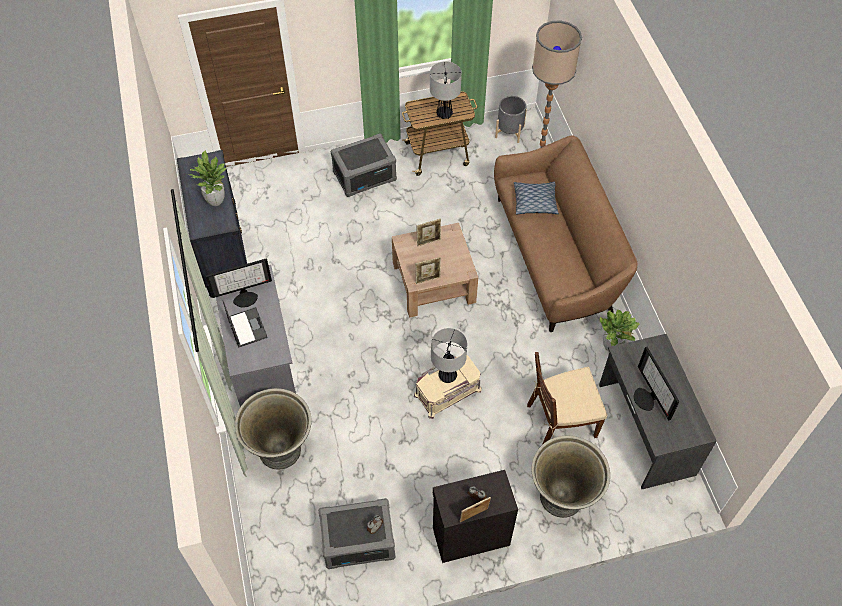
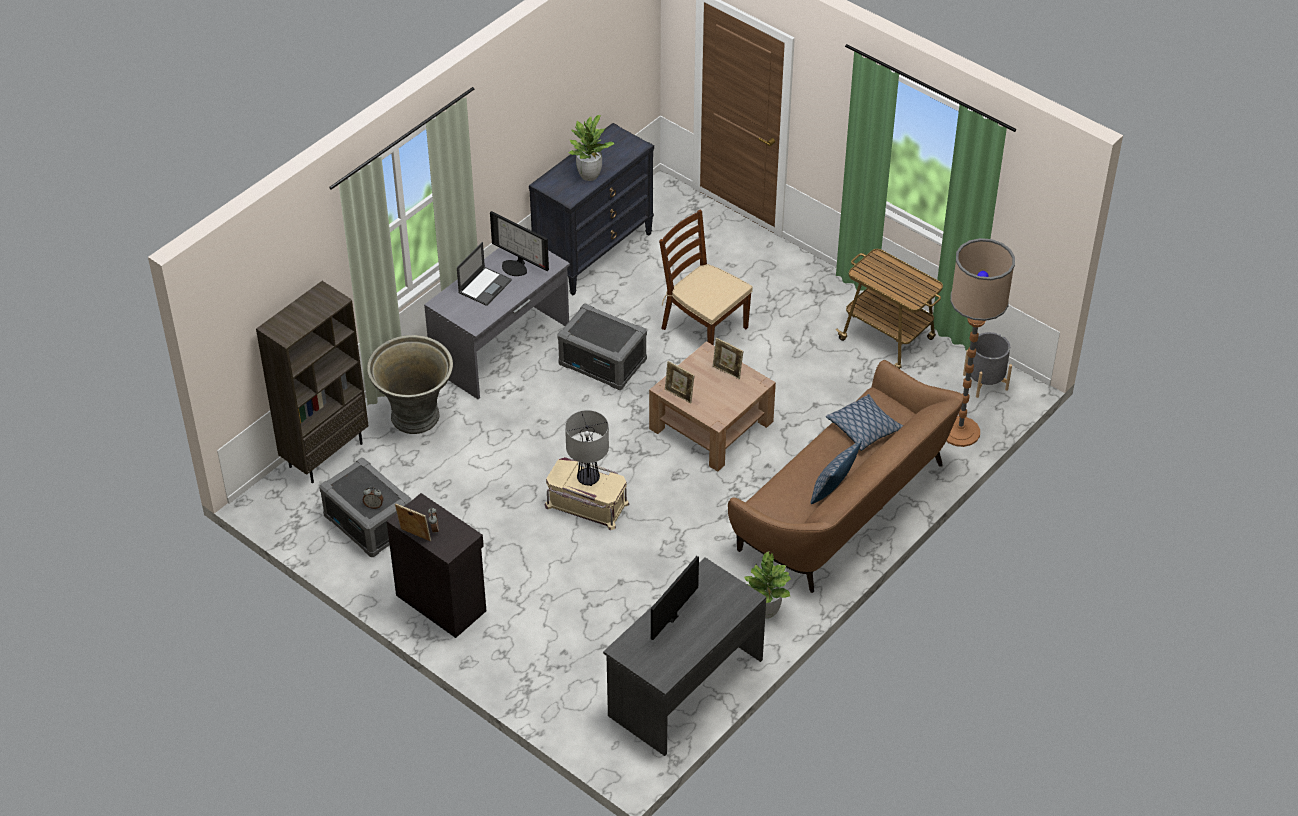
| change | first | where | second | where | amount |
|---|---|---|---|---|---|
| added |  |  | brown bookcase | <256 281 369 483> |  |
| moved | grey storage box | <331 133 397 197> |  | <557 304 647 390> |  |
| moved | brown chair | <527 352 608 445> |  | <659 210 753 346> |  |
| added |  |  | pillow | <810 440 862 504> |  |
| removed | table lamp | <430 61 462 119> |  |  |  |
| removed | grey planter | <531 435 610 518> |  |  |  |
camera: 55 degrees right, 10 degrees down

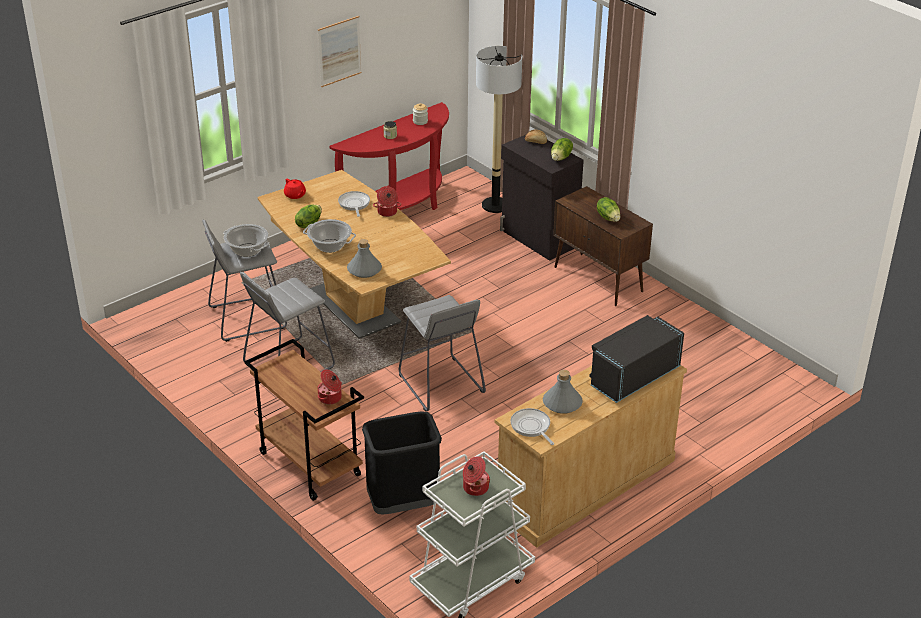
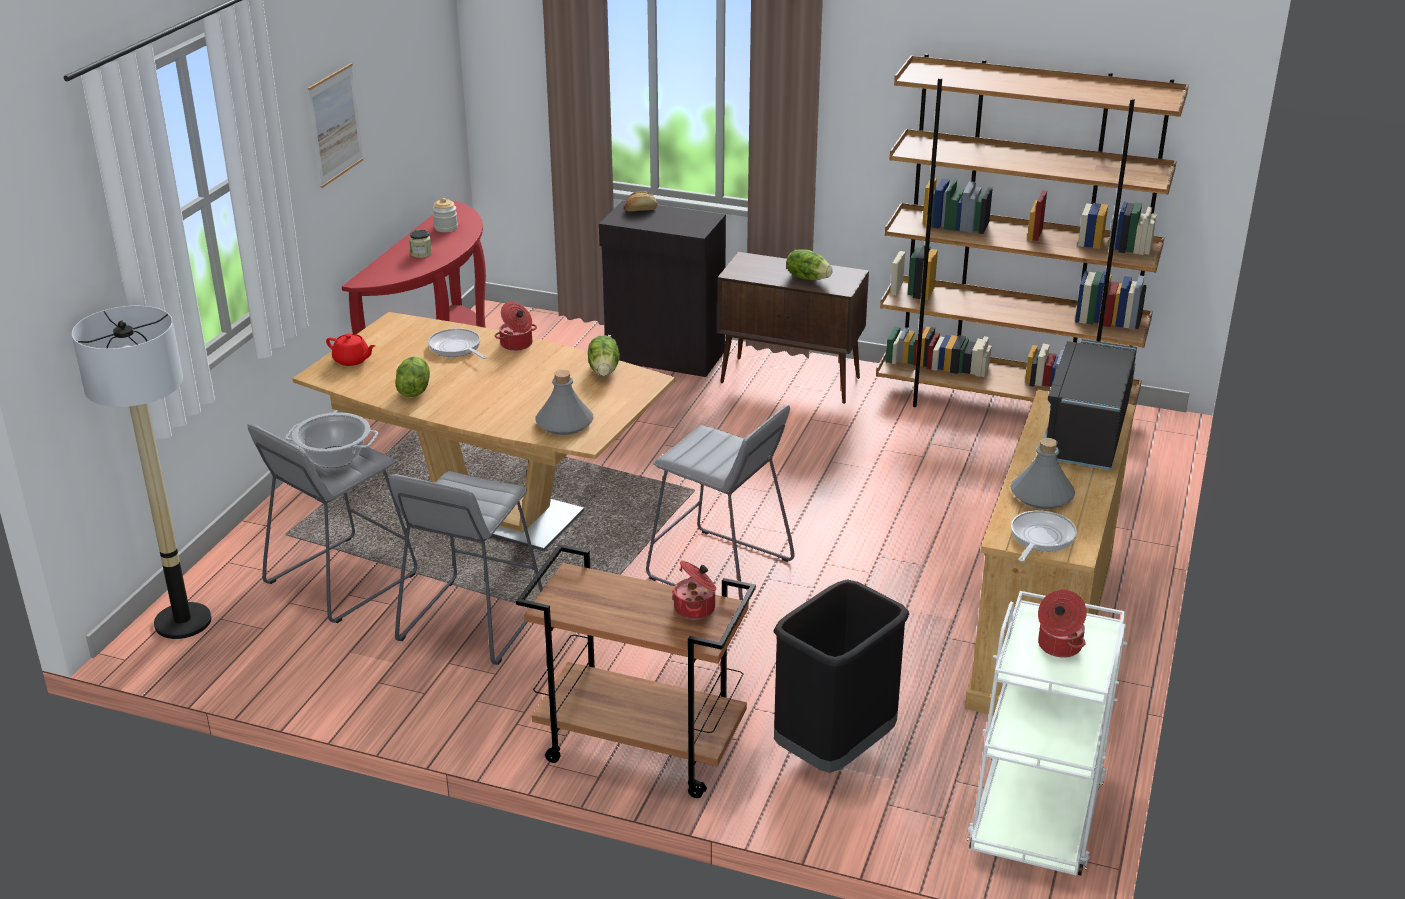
| change | first | where | second | where | amount |
|---|---|---|---|---|---|
| moved | floor lamp | <476 46 522 213> |  | <72 306 212 639> |  |
| moved | lettuce | <551 138 573 161> |  | <588 335 620 376> |  |
| added |  |  | brown bookcase | <876 54 1189 408> |  |
| turned | frying pan | <510 408 554 445> |  | <1011 511 1077 562> | 90 degrees clockwise |
| removed | cooking pot | <303 219 356 253> |  |  |  |
camera: 30 degrees left, 5 degrees down

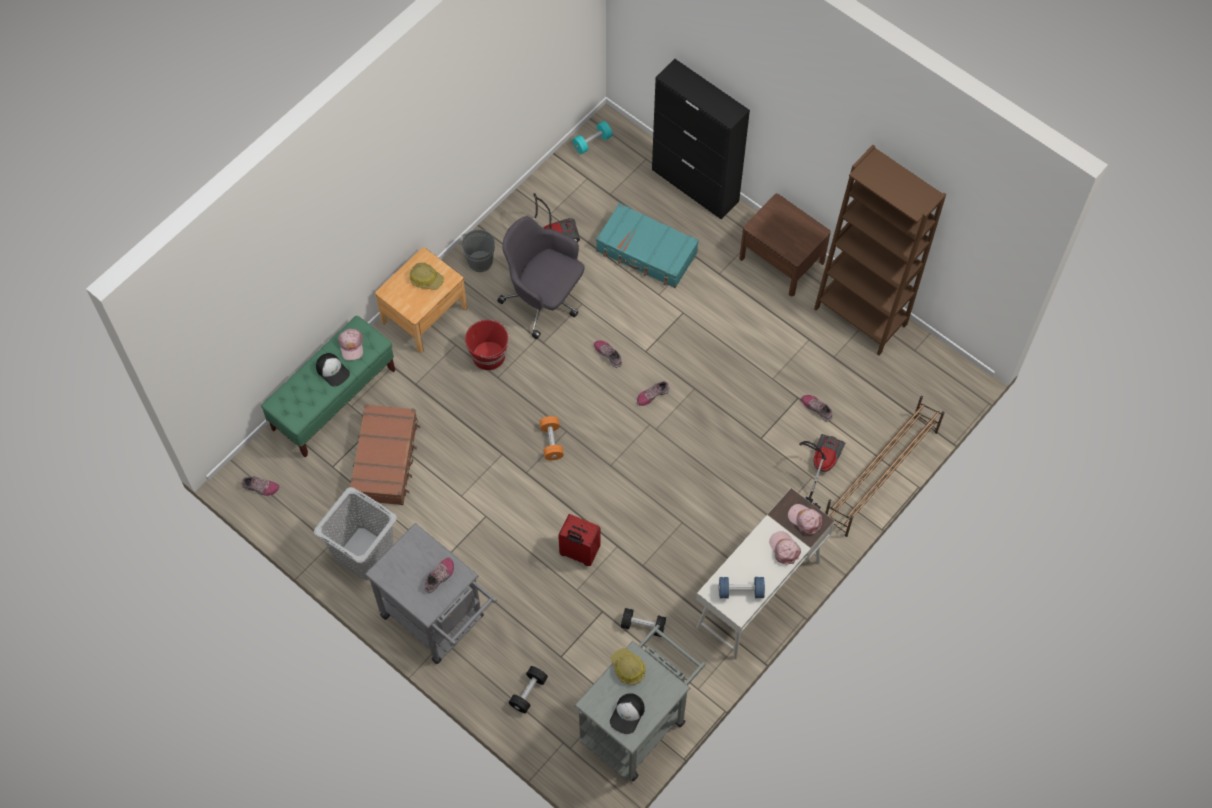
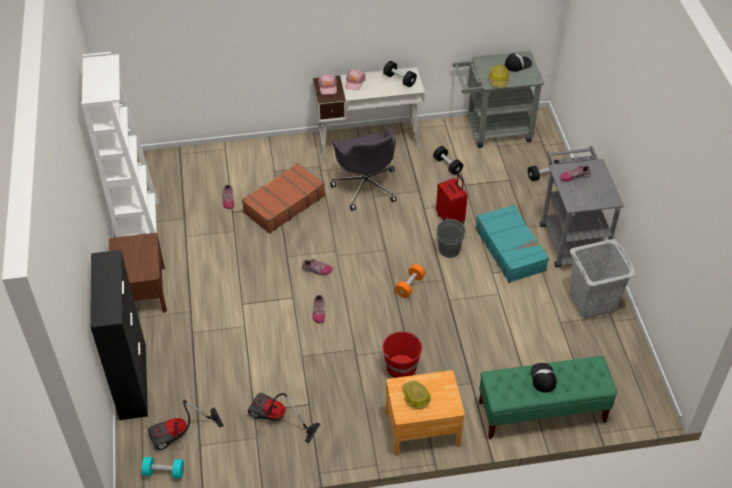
| change | first | where | second | where | amount |
|---|---|---|---|---|---|
| recoloured | brown bookcase | <814 145 946 356> | white bookcase | <81 52 159 237> |  |
| moved | vacuum cleaner | <799 434 845 509> |  | <148 400 224 450> |  |
| moved | brown suitcase | <350 404 420 505> |  | <242 163 325 234> |  |
| moved | grey office chair | <497 216 584 339> |  | <330 128 397 211> |  |
| recoloured | blue dumbbell | <718 577 765 598> | black dumbbell | <383 61 417 87> |  |
| moved | grey bucket | <461 229 495 272> |  | <437 218 466 258> |  |
| moved | turquoise suitcase | <596 203 699 288> |  | <475 205 549 283> |  |
| removed | shoe | <242 476 279 496> |  |  |  |
| removed | pink cap | <338 329 363 360> |  |  |  |
| removed | brown shoe rack | <825 396 945 537> |  |  |  |
camera: 140 degrees left, 15 degrees down

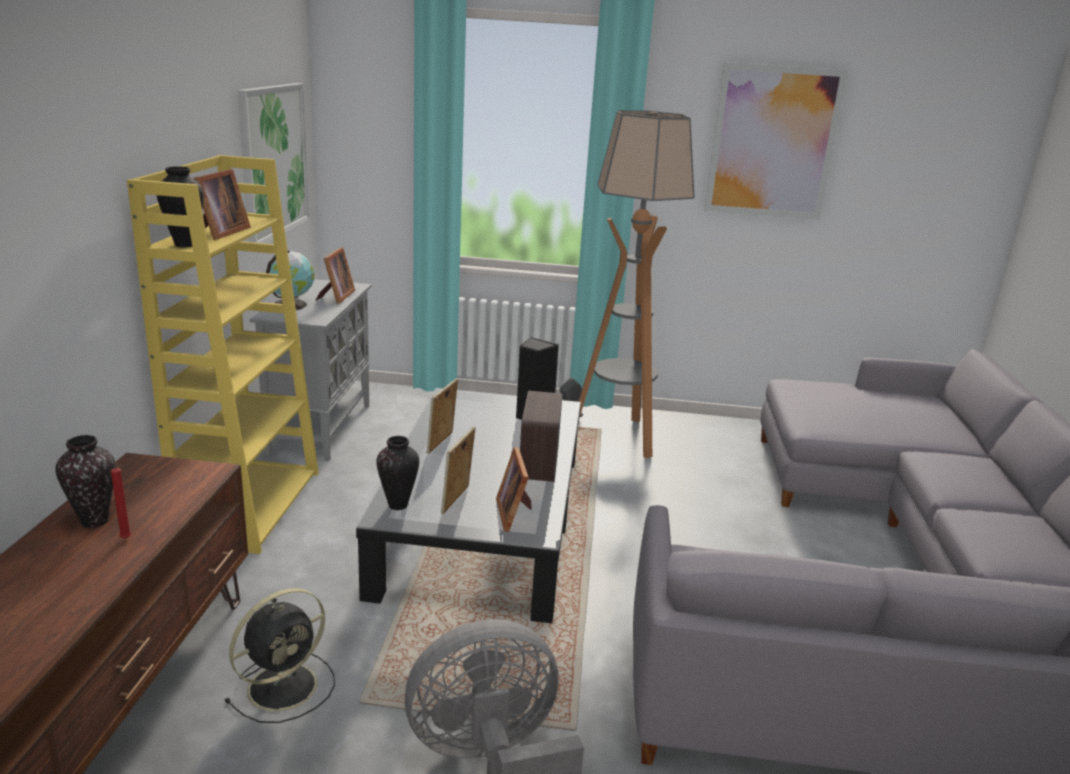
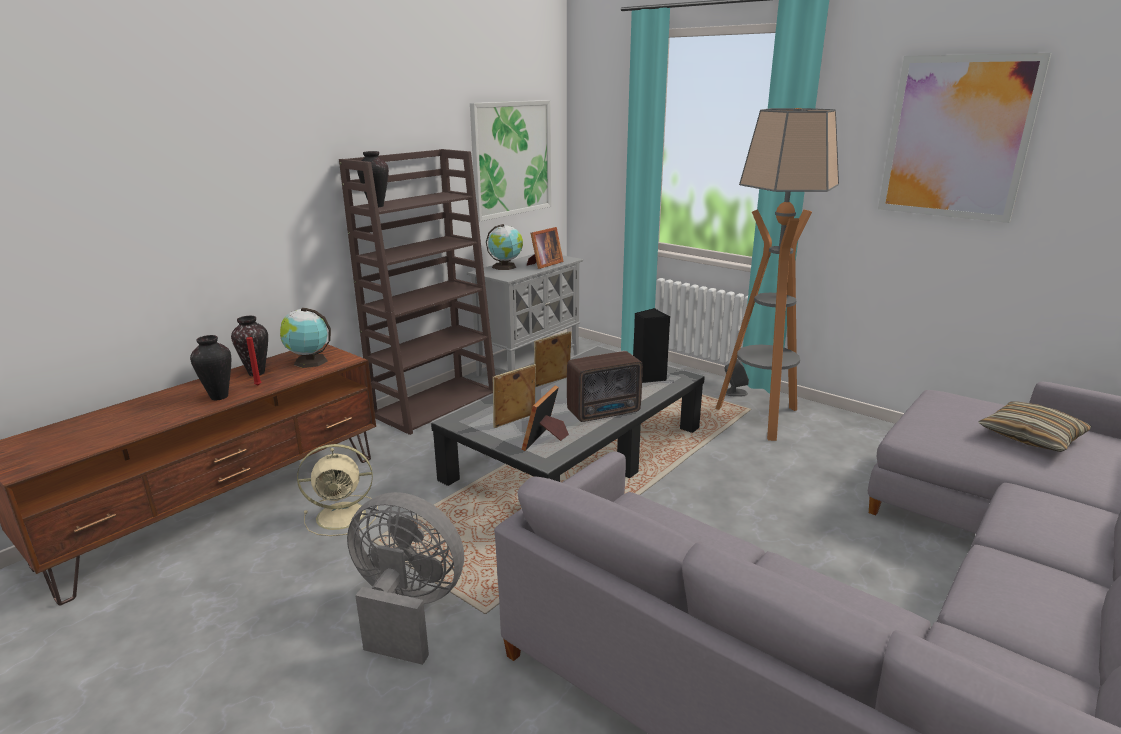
| change | first | where | second | where | amount |
|---|---|---|---|---|---|
| moved | vase | <376 436 419 510> |  | <190 335 231 400> |  |
| added |  |  | globe | <280 308 331 368> |  |
| recoloured | black fan | <224 588 335 723> | beige fan | <297 444 378 536> |  |
| recoloured | yellow bookcase | <127 155 319 554> | brown bookcase | <339 149 495 435> |  |
| turned | radio | <520 391 562 482> |  | <567 351 643 422> | 150 degrees counterclockwise |
| added |  |  | pillow | <978 402 1091 452> |  |
| removed | picture frame | <194 169 251 240> |  |  |  |
camera: 35 degrees right, 0 degrees up

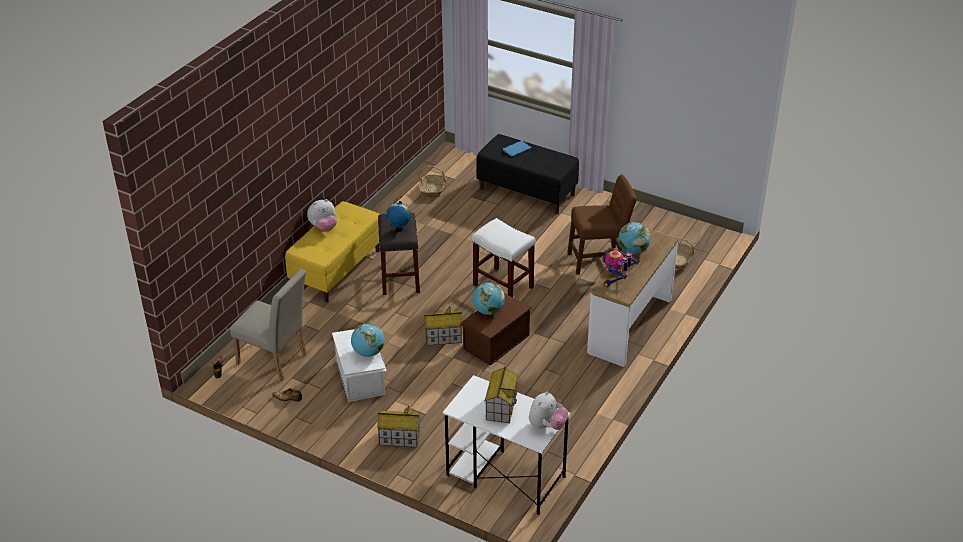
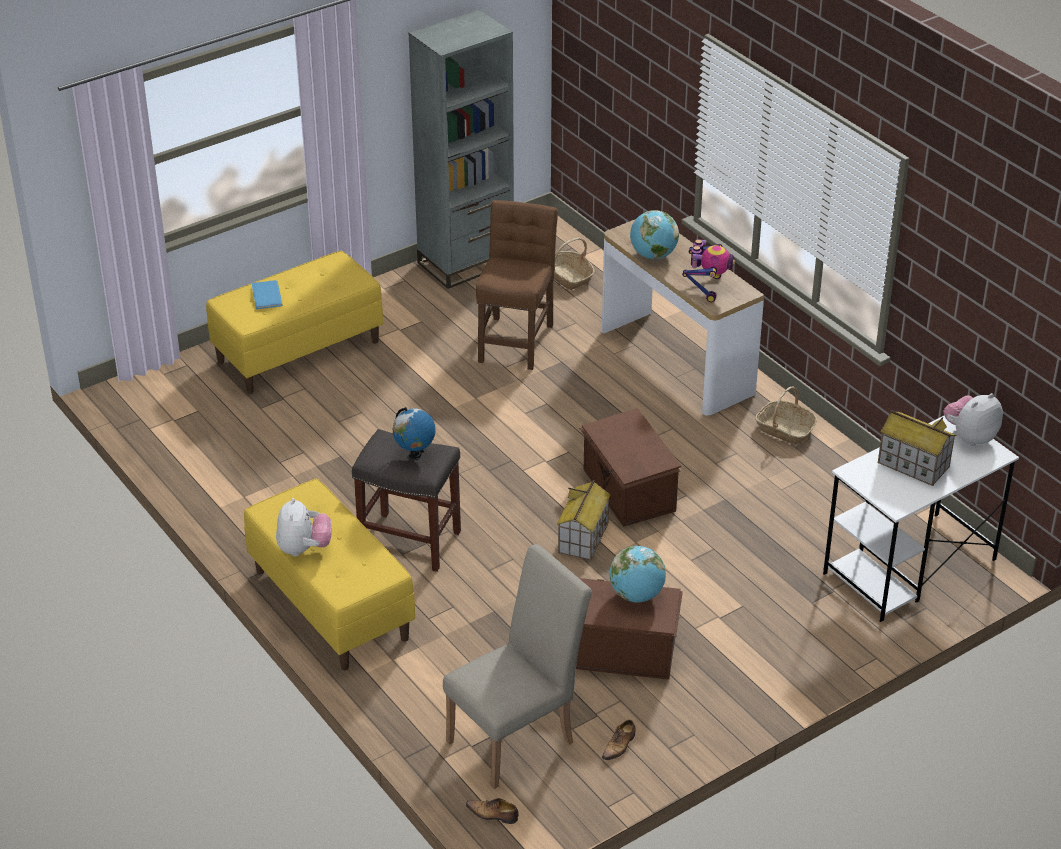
| change | first | where | second | where | amount |
|---|---|---|---|---|---|
| recoloured | black bench | <476 134 579 214> | yellow bench | <206 251 383 394> |  |
| added |  |  | grey bookcase | <408 9 514 289> |  |
| recoloured | white storage box | <332 329 387 402> | brown storage box | <576 578 683 680> |  |
| turned | toy robot | <602 250 639 287> |  | <682 239 735 302> | 135 degrees counterclockwise |
| moved | basket | <419 166 446 198> |  | <755 386 817 445> |  |
| turned | plush toy | <529 391 569 430> |  | <944 393 1003 446> | 90 degrees counterclockwise |
| removed | toy house | <377 405 420 448> |  |  |  |
| removed | white stool | <472 218 536 297> |  |  |  |
| removed | globe | <473 282 505 315> |  |  |  |
camera: 65 degrees left, 0 degrees up

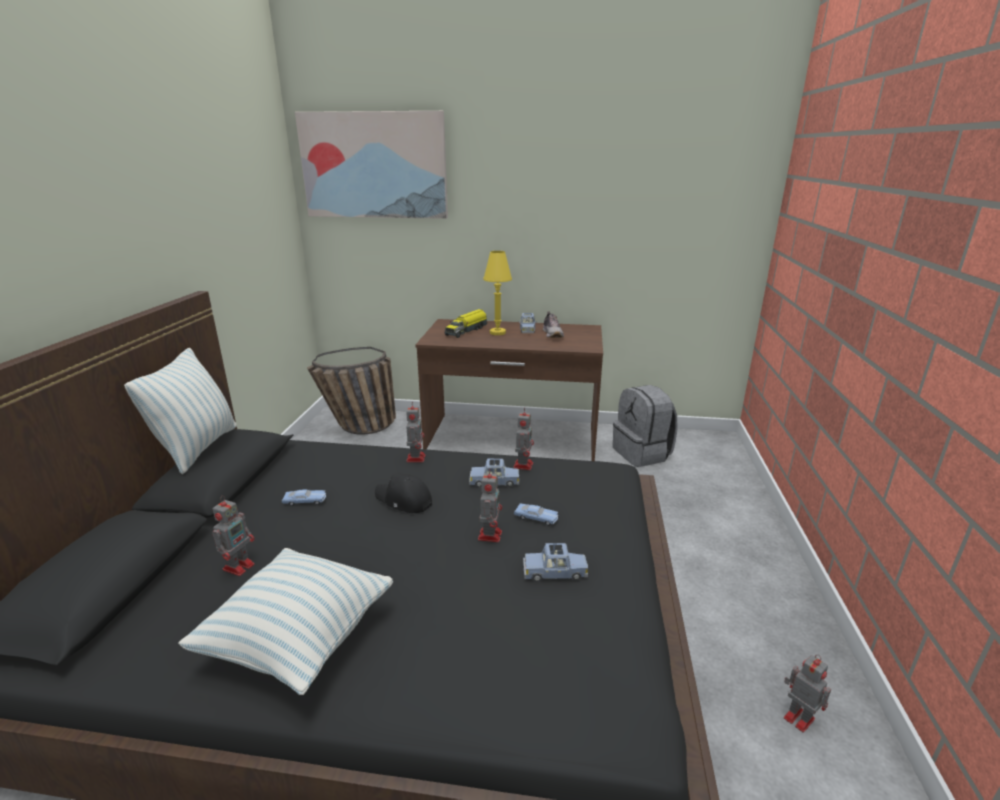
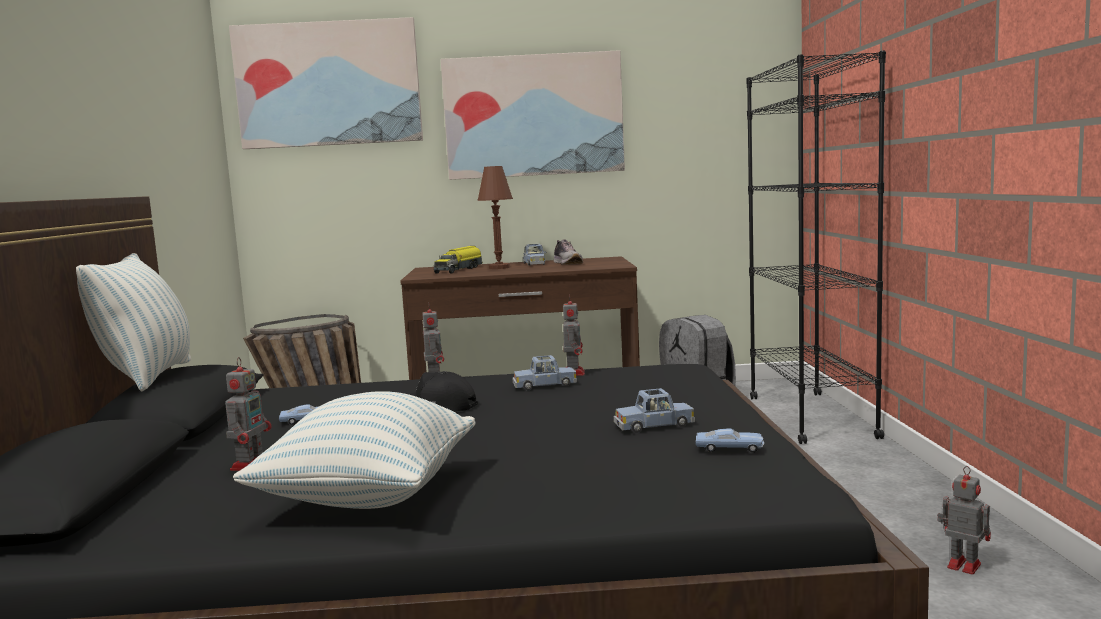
| change | first | where | second | where | amount |
|---|---|---|---|---|---|
| added |  |  | picture | <441 50 625 180> |  |
| recoloured | yellow table lamp | <483 251 512 335> | brown table lamp | <477 166 513 269> |  |
| moved | blue toy car | <514 503 558 526> |  | <696 429 764 453> |  |
| added |  |  | black bookcase | <746 51 886 444> |  |
| removed | toy robot | <478 468 502 542> |  |  |  |
camera: 10 degrees left, 15 degrees down

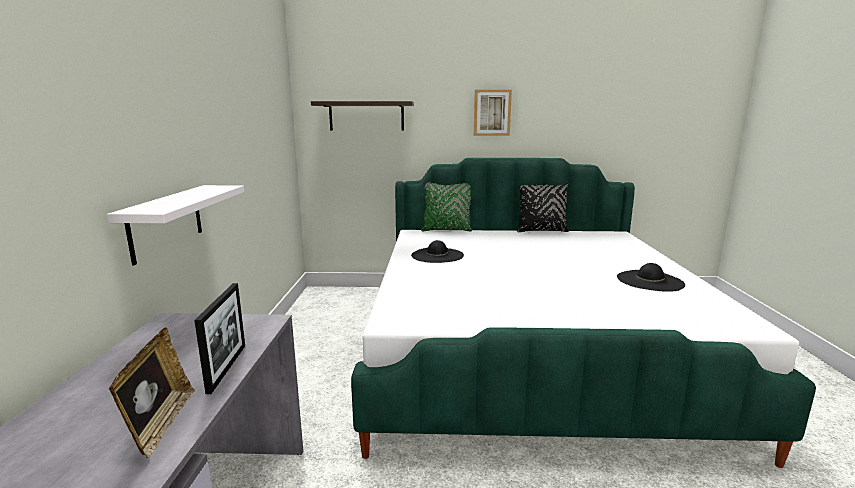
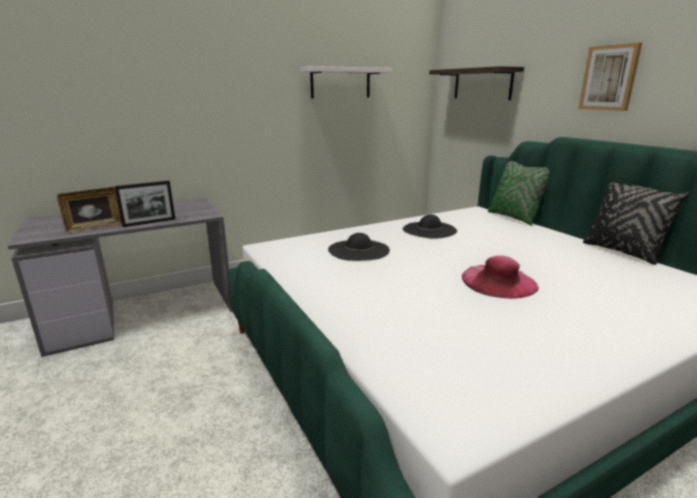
| change | first | where | second | where | amount |
|---|---|---|---|---|---|
| moved | white shelf | <107 185 244 265> |  | <300 66 392 98> |  |
| moved | black hat | <617 263 685 292> |  | <328 233 390 261> |  |
| added |  |  | pink hat | <461 255 539 299> |  |
camera: 60 degrees right, 5 degrees up

